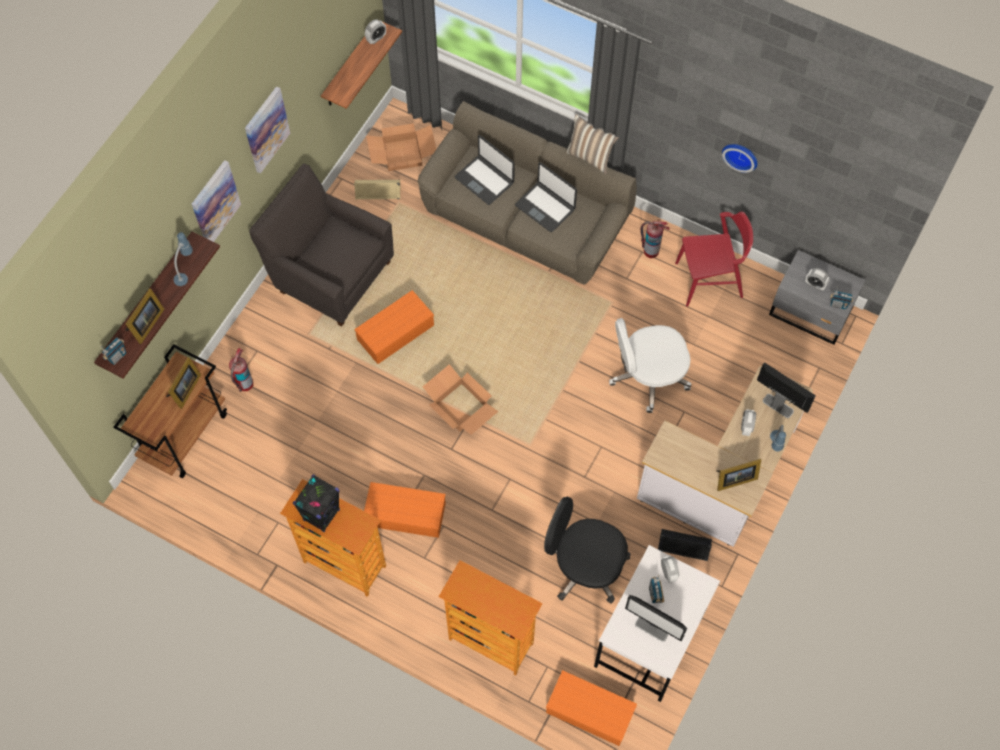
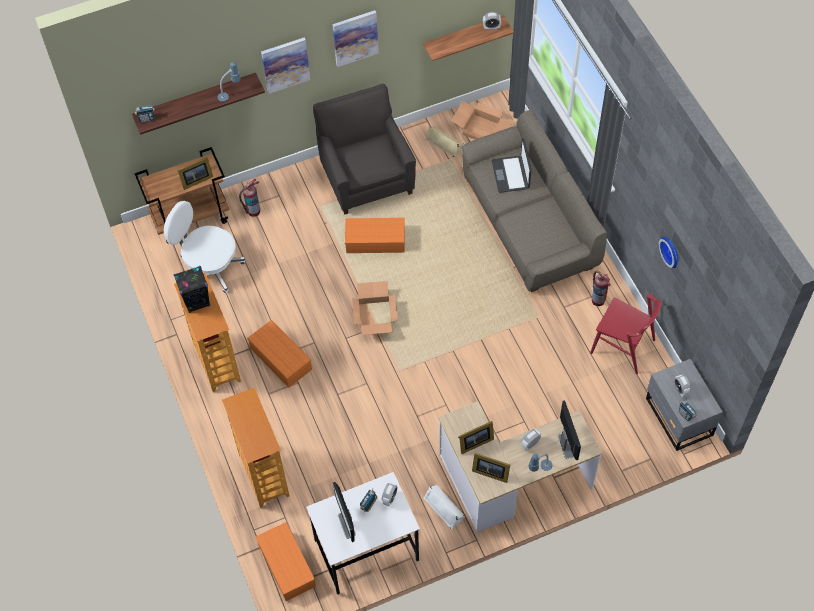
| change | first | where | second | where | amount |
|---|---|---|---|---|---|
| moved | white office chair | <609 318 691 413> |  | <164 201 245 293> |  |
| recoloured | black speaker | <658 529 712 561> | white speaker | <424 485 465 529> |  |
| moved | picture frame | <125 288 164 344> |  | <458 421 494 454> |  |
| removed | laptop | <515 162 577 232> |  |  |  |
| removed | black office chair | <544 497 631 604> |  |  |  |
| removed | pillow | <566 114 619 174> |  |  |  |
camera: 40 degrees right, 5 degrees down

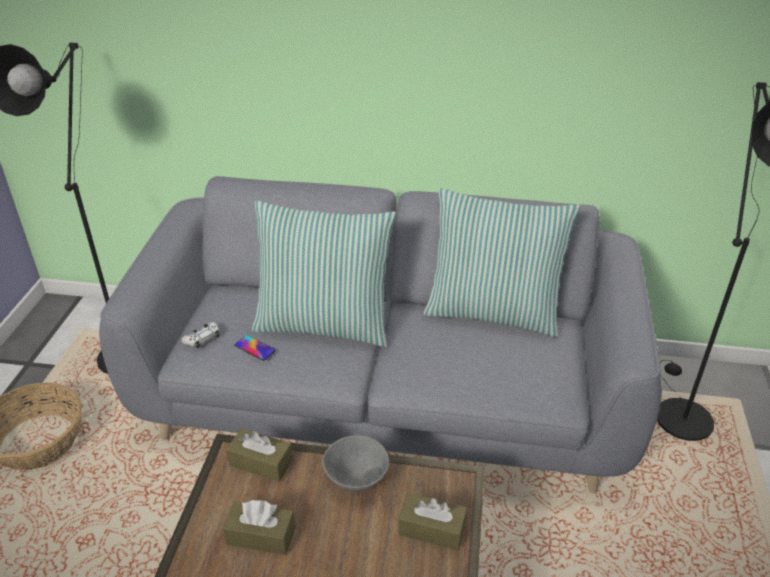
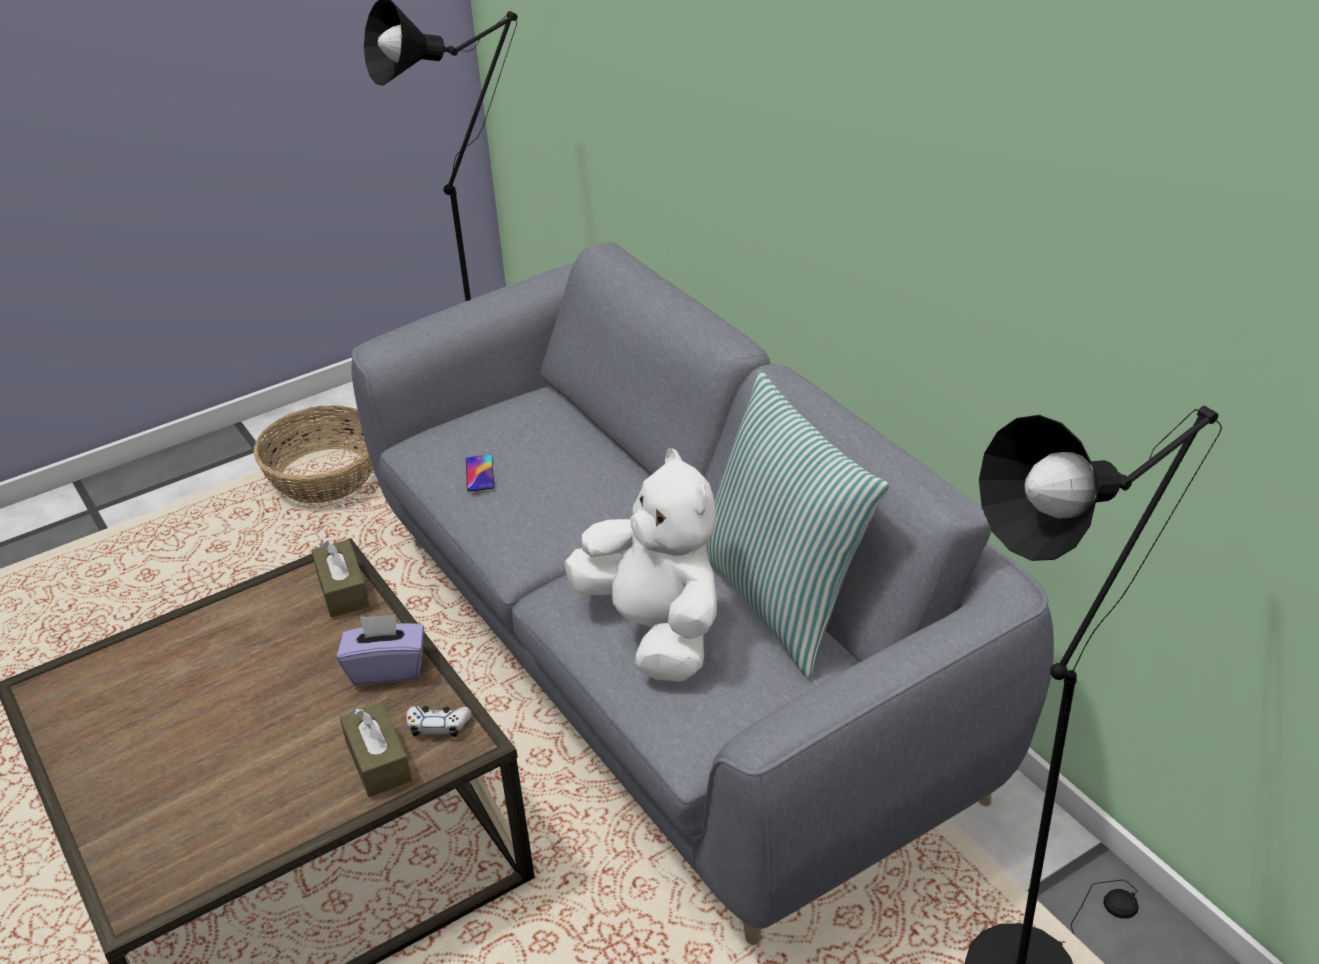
| change | first | where | second | where | amount |
|---|---|---|---|---|---|
| replaced | grey bowl | <322 435 389 492> | purple tissue box | <337 614 424 685> |  |
| moved | white game controller | <181 322 219 348> |  | <406 706 471 737> |  |
| added |  |  | white plush toy | <564 448 717 682> |  |
| removed | brown tissue box | <223 500 295 555> |  |  |  |
| removed | pillow | <252 201 396 347> |  |  |  |
camera: 50 degrees right, 0 degrees up

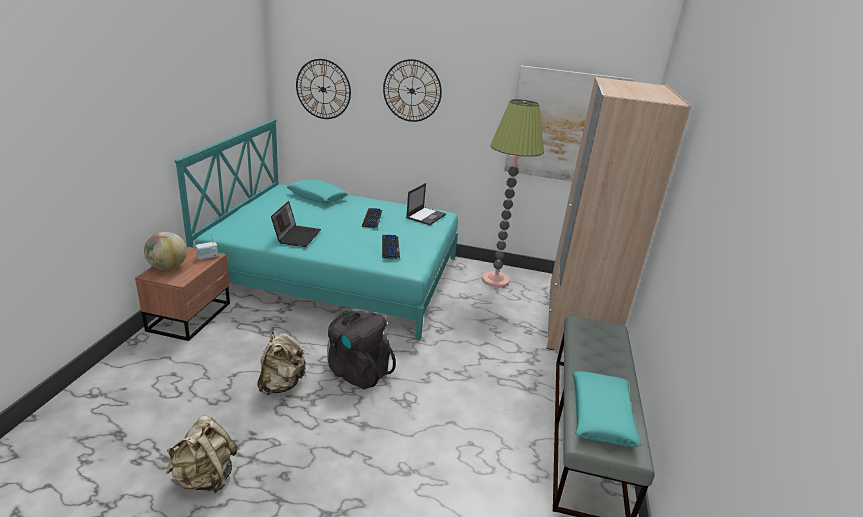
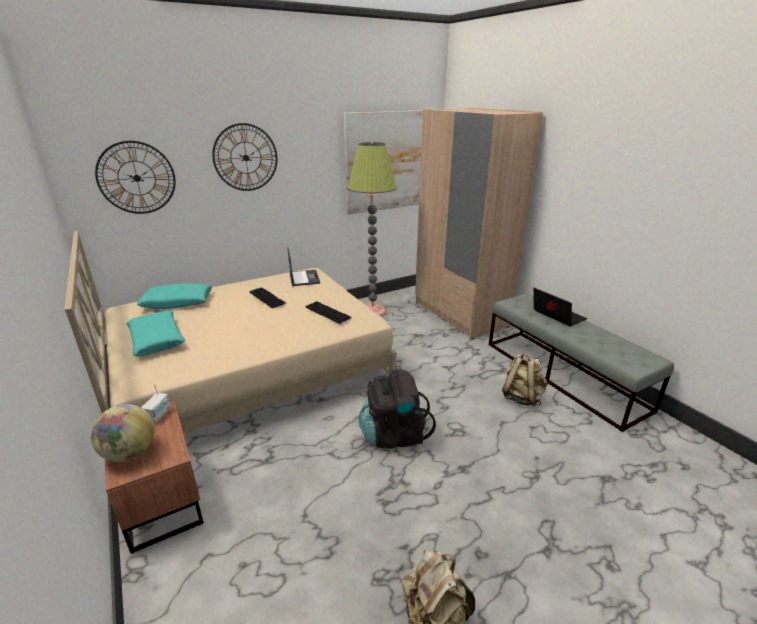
| change | first | where | second | where | amount |
|---|---|---|---|---|---|
| recoloured | turquoise bed | <174 119 458 340> | beige bed | <64 231 396 433> |  |
| moved | turquoise pillow | <572 371 641 447> |  | <127 311 185 356> |  |
| moved | beige backpack | <257 331 306 395> |  | <502 353 548 406> |  |
| moved | laptop | <271 201 321 247> |  | <533 288 587 327> |  |
camera: 40 degrees left, 0 degrees up

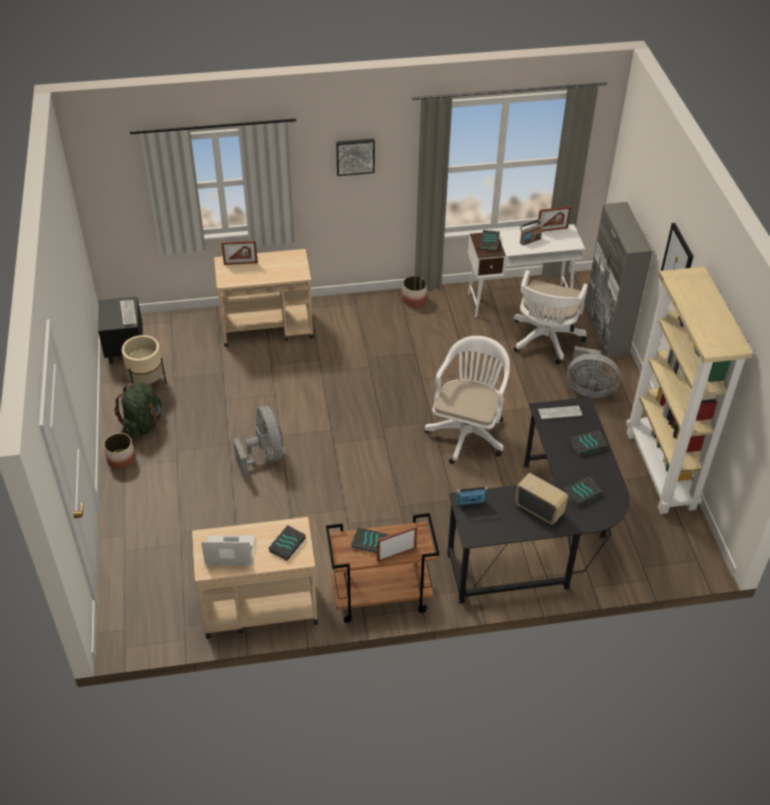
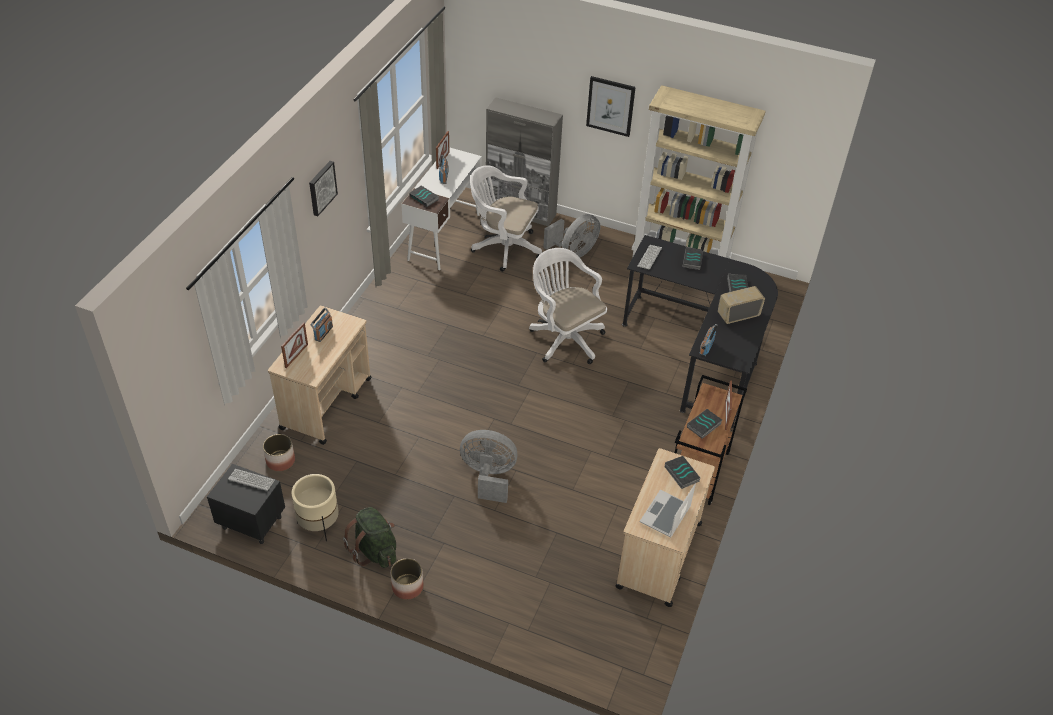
| change | first | where | second | where | amount |
|---|---|---|---|---|---|
| moved | planter | <402 276 427 307> |  | <263 434 295 471> |  |
| added |  |  | radio | <310 308 333 342> |  |
| turned | white office chair | <514 270 588 364> |  | <470 166 542 272> | 150 degrees clockwise |
camera: 60 degrees left, 0 degrees up

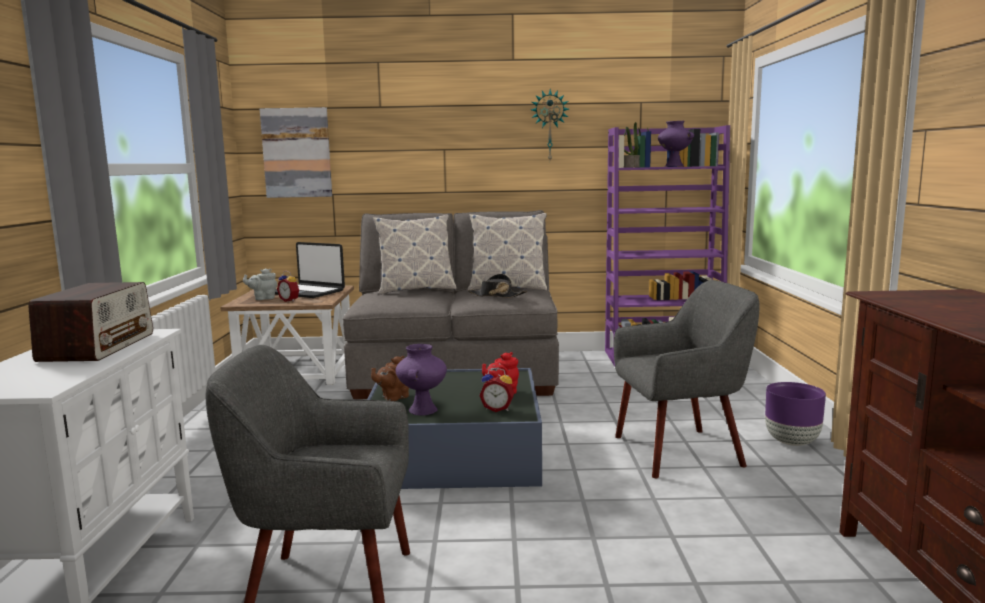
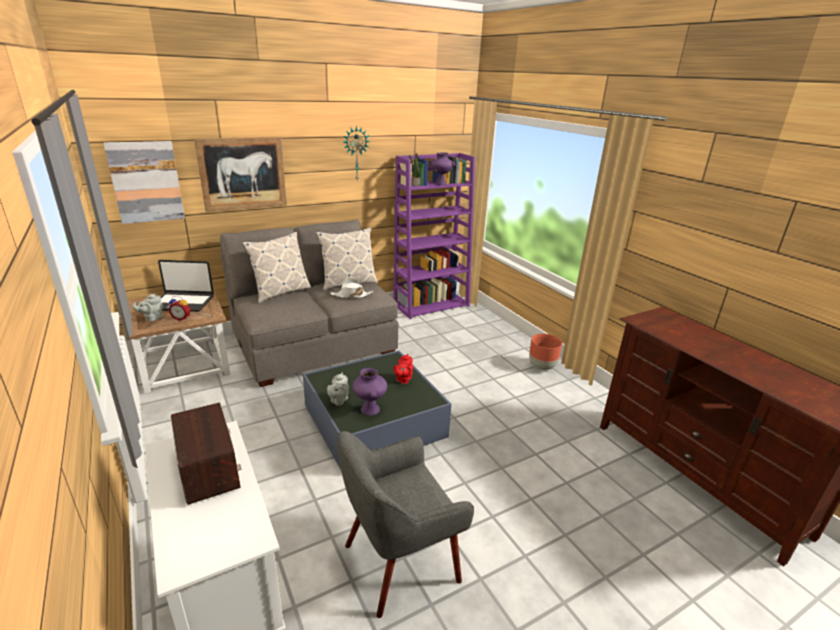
| change | first | where | second | where | amount |
|---|---|---|---|---|---|
| added |  |  | picture | <194 137 287 212> |  |
| recoloured | brown teapot | <371 356 409 401> | grey teapot | <327 373 349 406> |  |
| recoloured | black hat | <468 274 527 298> | white hat | <330 279 374 298> |  |
| recoloured | purple planter | <765 382 826 446> | brown planter | <529 334 562 370> |  |
| removed | alarm clock | <479 367 515 412> |  |  |  |
| removed | grey armchair | <614 280 760 478> |  |  |  |
camera: 30 degrees left, 15 degrees up

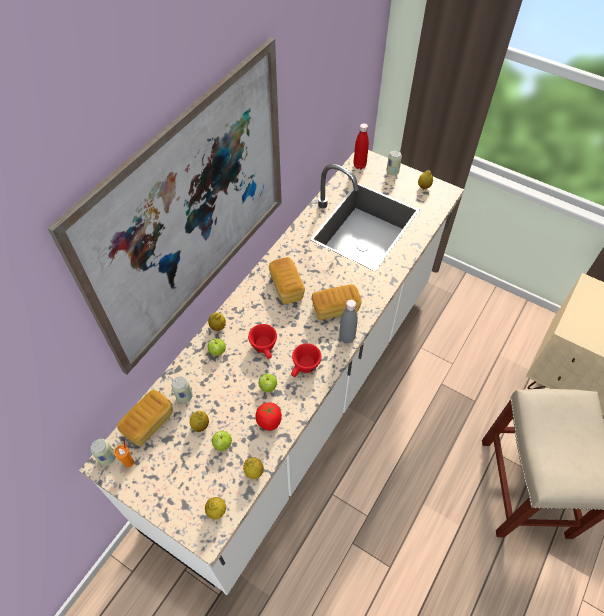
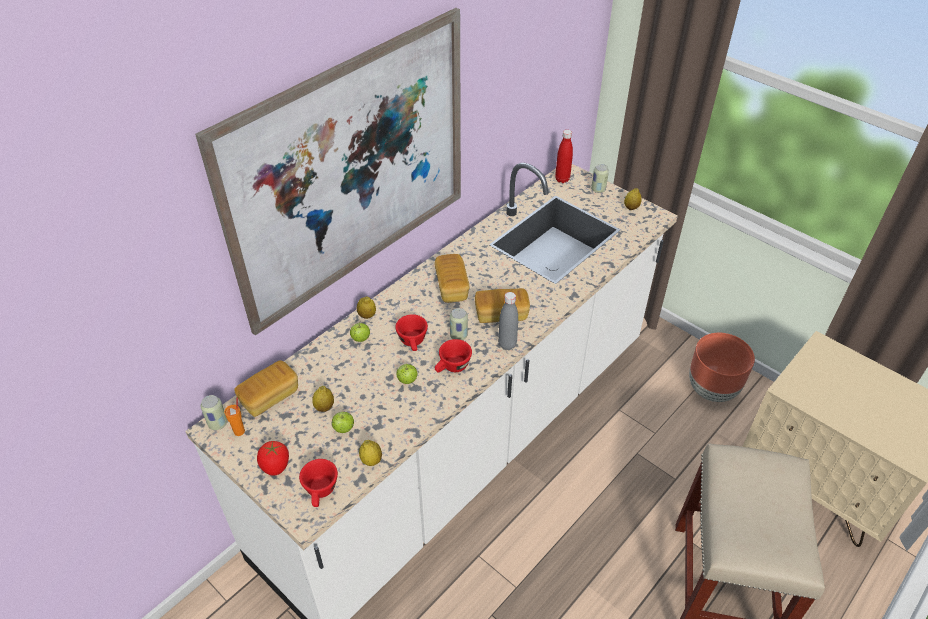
| change | first | where | second | where | amount |
|---|---|---|---|---|---|
| moved | tomato | <255 402 282 431> |  | <257 441 289 476> |  |
| replaced | lemon | <205 497 226 520> | red cup | <299 459 338 507> |  |
| moved | can | <171 377 193 404> |  | <450 308 468 340> |  |
| added |  |  | brown planter | <689 333 755 402> |  |
camera: 10 degrees right, 10 degrees down

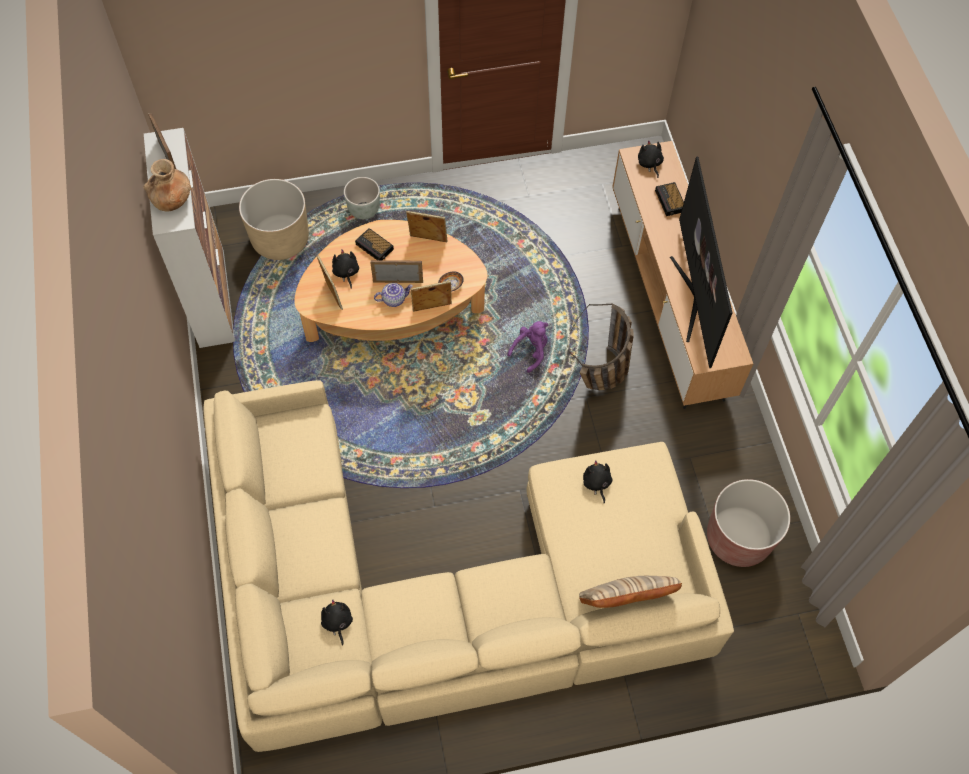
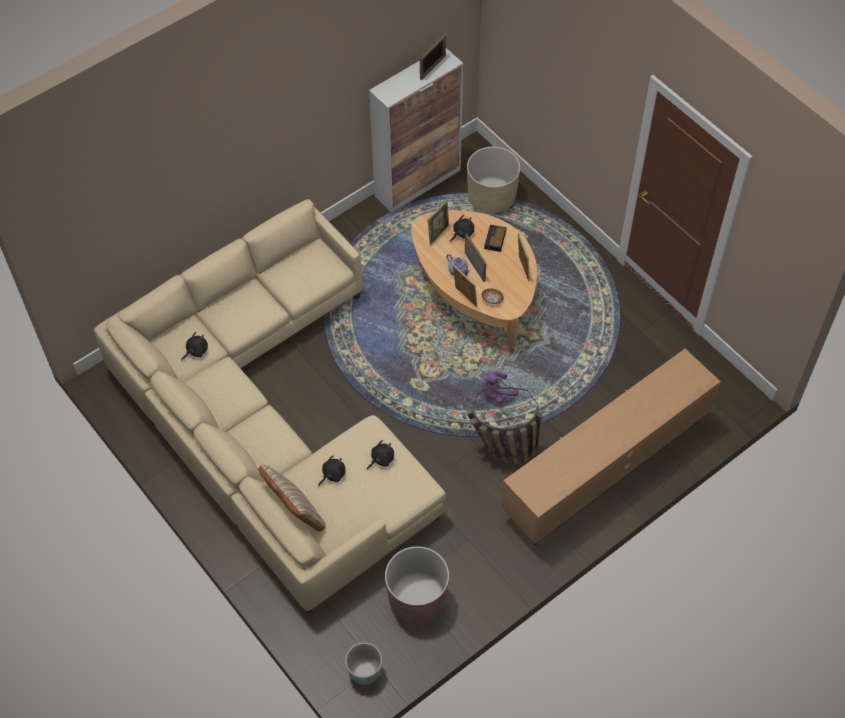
| change | first | where | second | where | amount |
|---|---|---|---|---|---|
| moved | black plush toy | <638 140 664 178> |  | <318 456 346 486> |  |
| moved | grey planter | <344 177 380 219> |  | <345 643 382 685> |  |
| turned | purple plush toy | <507 321 548 373> |  | <483 371 518 404> | 135 degrees clockwise |
| removed | brown vase | <143 159 191 211> |  |  |  |
| removed | alarm clock | <655 182 684 216> |  |  |  |
| removed | television | <670 157 732 368> |  |  |  |
camera: 65 degrees right, 5 degrees down

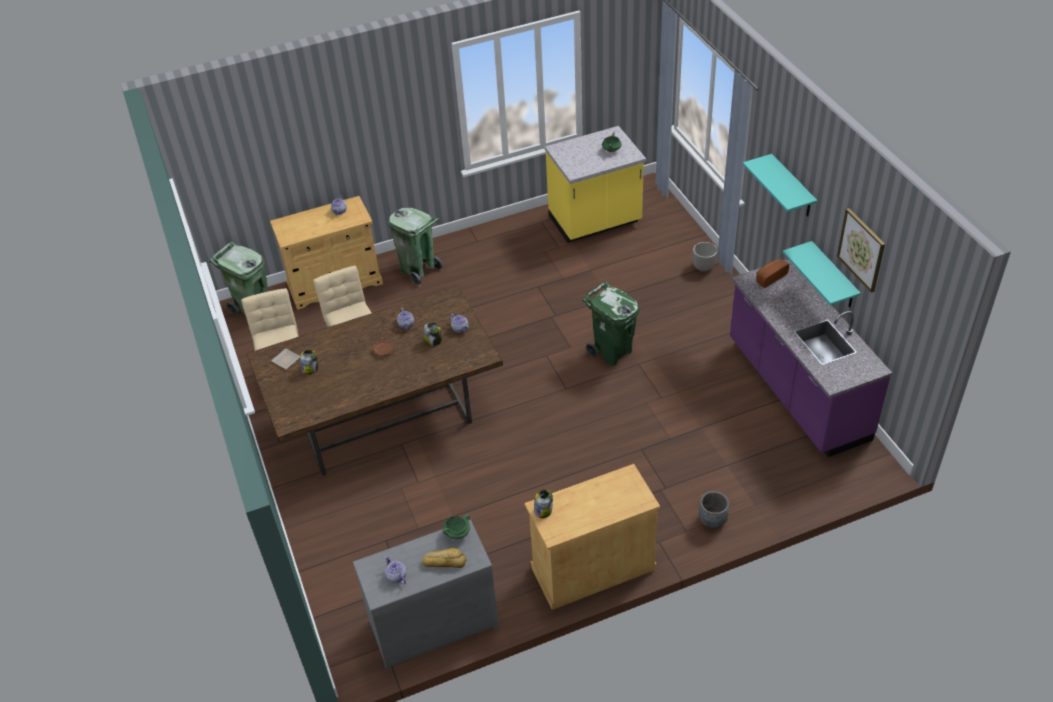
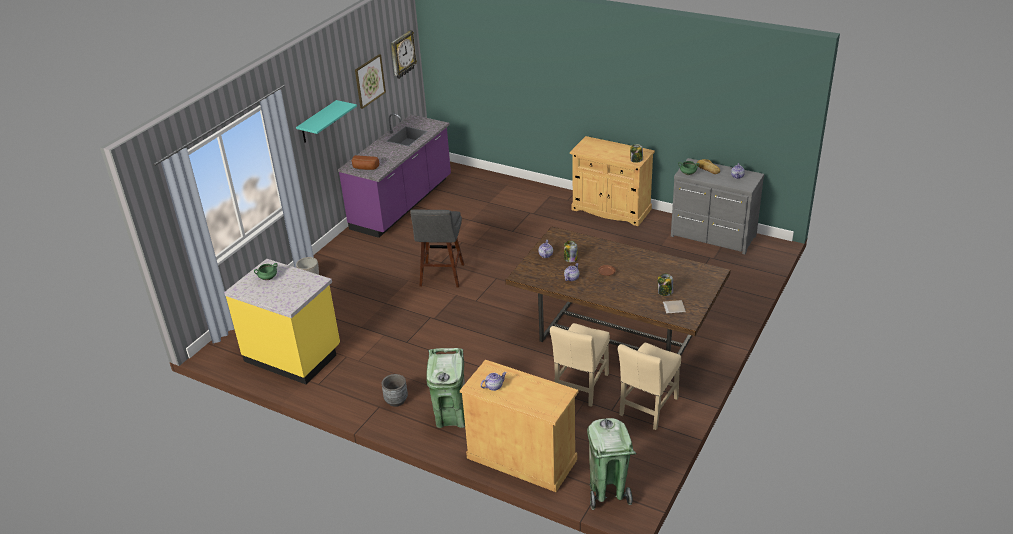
| change | first | where | second | where | amount |
|---|---|---|---|---|---|
| moved | grey planter | <699 491 729 529> |  | <382 374 408 407> |  |
| added |  |  | wall clock | <391 30 417 79> |  |
| replaced | green trash can | <582 282 639 366> | grey stool | <410 209 464 287> |  |
| removed | turquoise shelf | <783 241 861 307> |  |  |  |
camera: 130 degrees left, 10 degrees down

